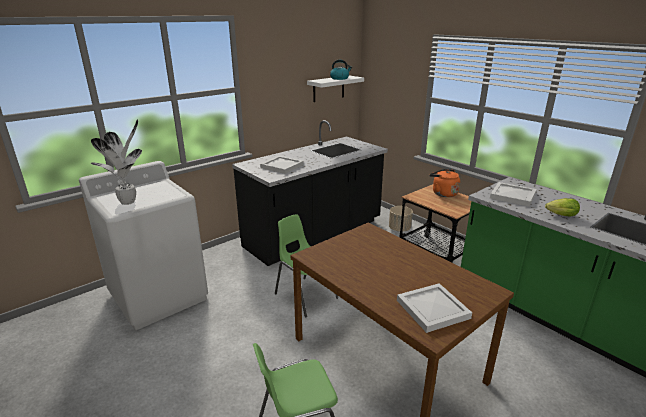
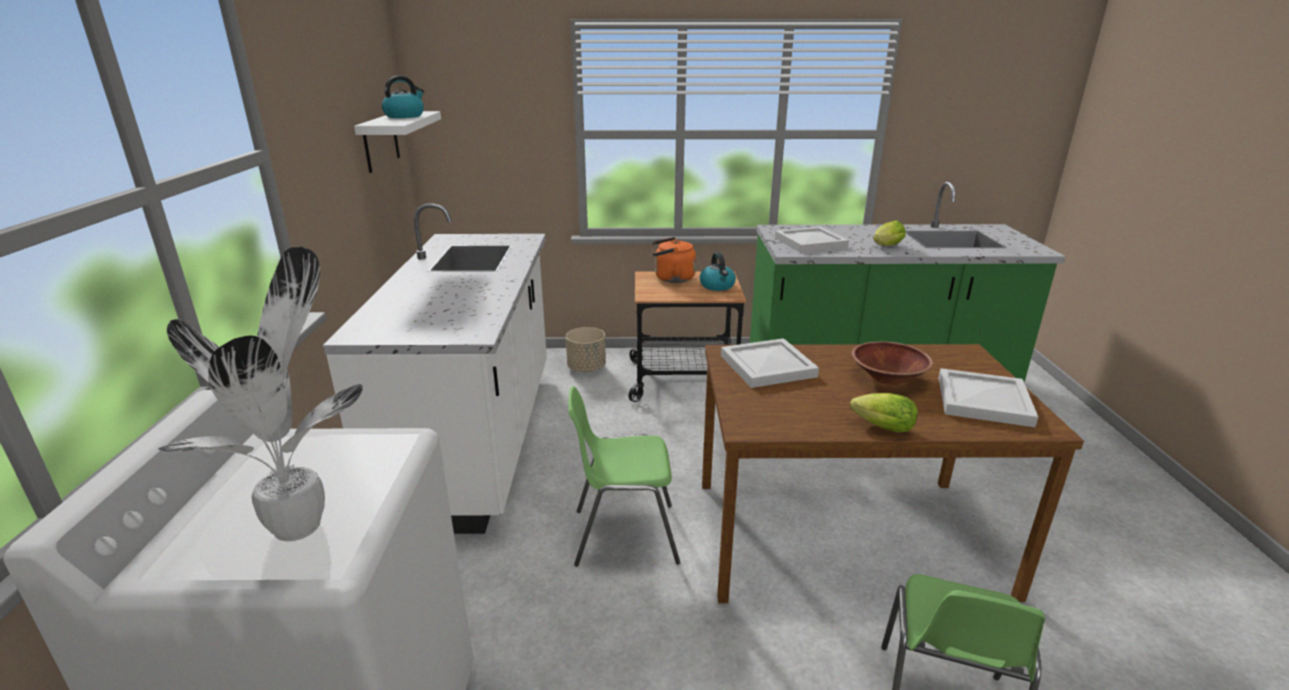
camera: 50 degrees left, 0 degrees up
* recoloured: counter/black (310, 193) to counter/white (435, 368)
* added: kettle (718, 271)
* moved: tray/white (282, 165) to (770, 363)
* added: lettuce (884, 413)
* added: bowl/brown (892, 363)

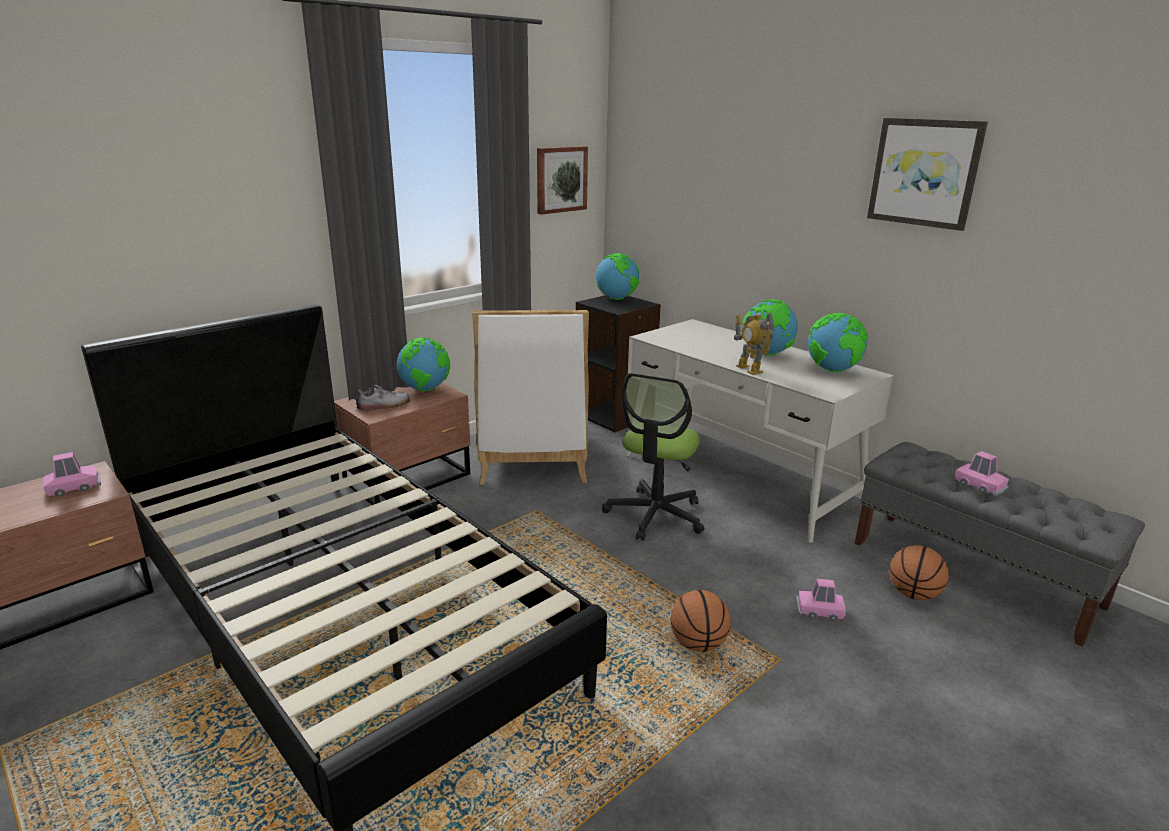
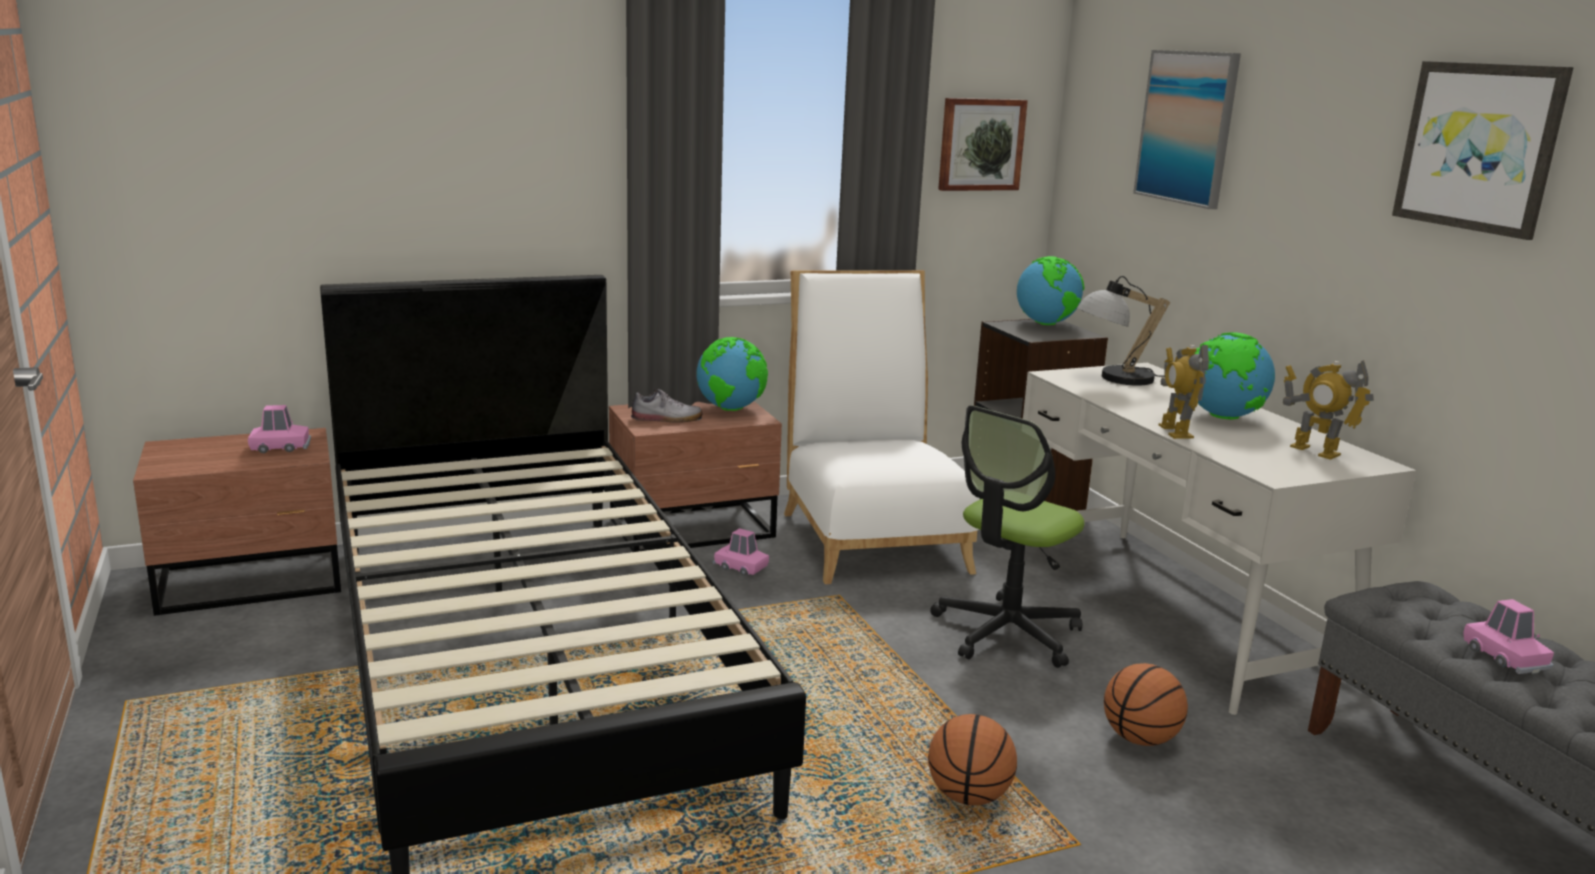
camera: 20 degrees right, 5 degrees down
* moved: toy car/pink (821, 600) to (741, 552)
* turned: chair/white (530, 397) = (882, 427) 150 degrees clockwise
* added: table lamp (1123, 331)
* moved: basketball (919, 572) to (1146, 704)
* added: picture (1187, 129)
* replaced: globe (838, 342) to toy robot (1328, 410)

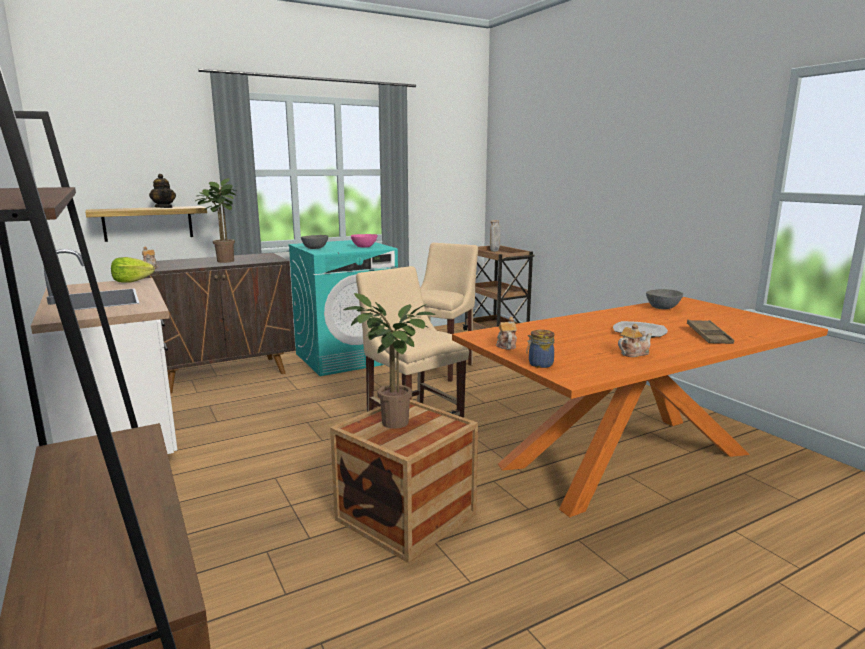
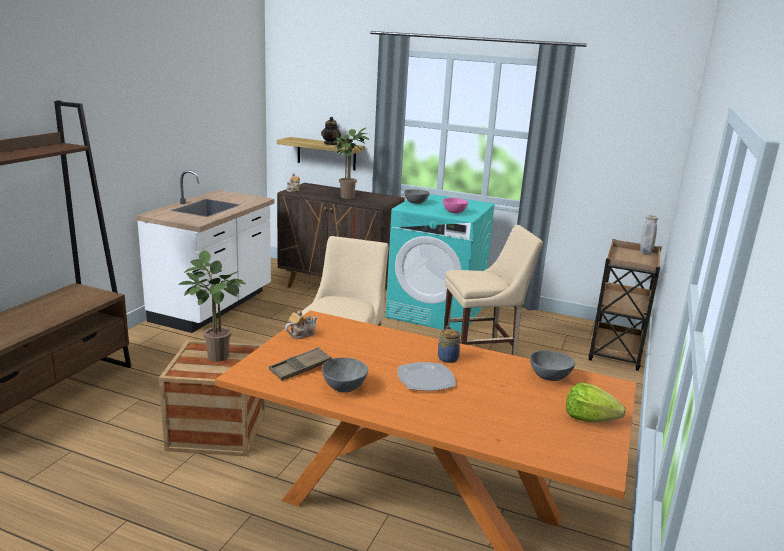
camera: 50 degrees right, 5 degrees up
* moved: tray/brown (710, 332) to (300, 363)
* replaced: teapot (635, 340) to bowl/grey (345, 375)
* moved: jar (540, 349) to (449, 346)
* moved: lettuce (133, 270) to (596, 402)

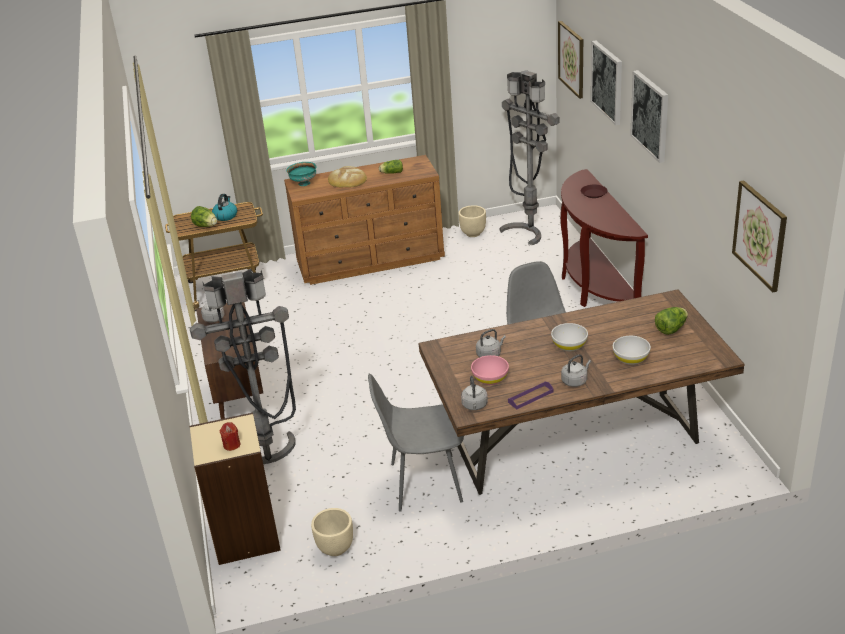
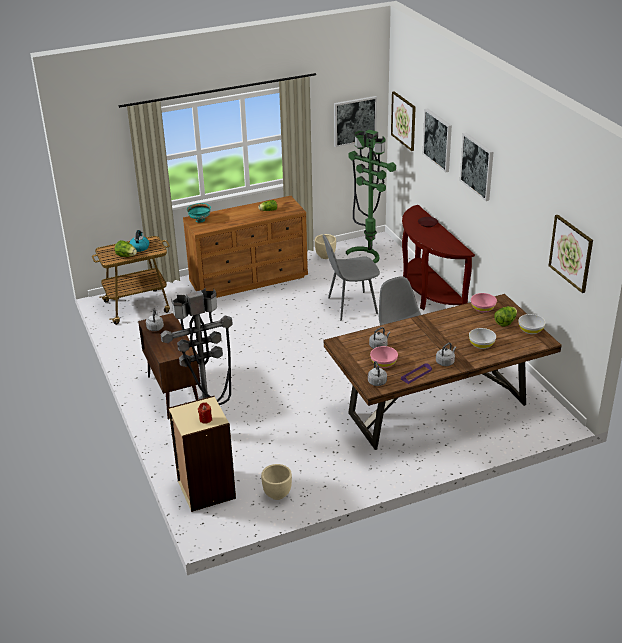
camera: 10 degrees left, 0 degrees up
* moved: chair/grey (416, 442) to (351, 277)
* added: picture (355, 121)
* recoloured: floor lamp/grey (529, 157) to floor lamp/green (371, 196)
* added: bowl/pink (484, 302)
* moved: bowl/white (569, 337) to (532, 324)
* removed: bread (347, 176)

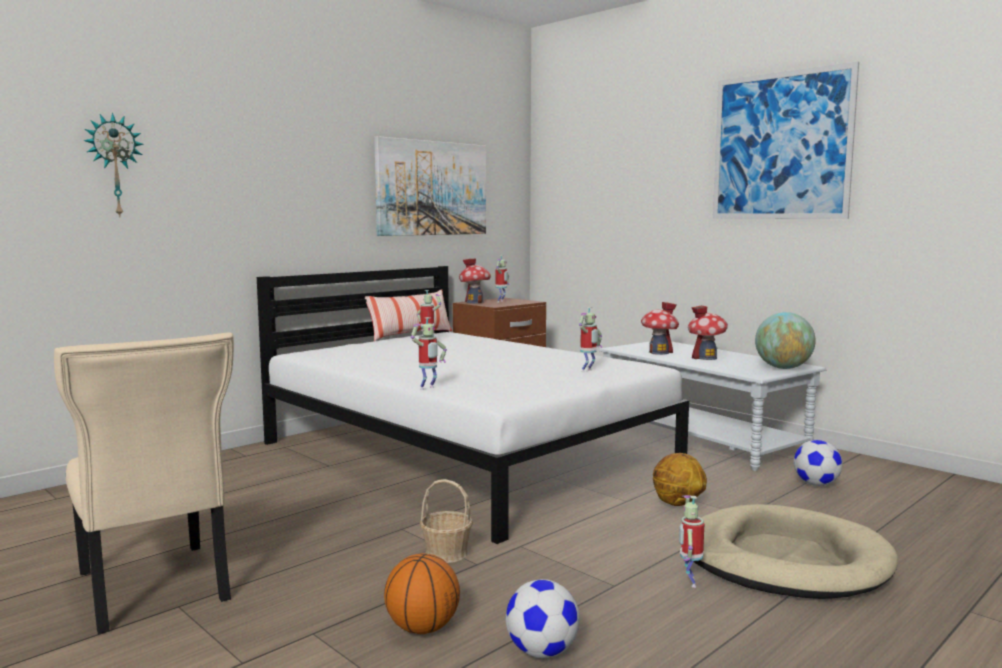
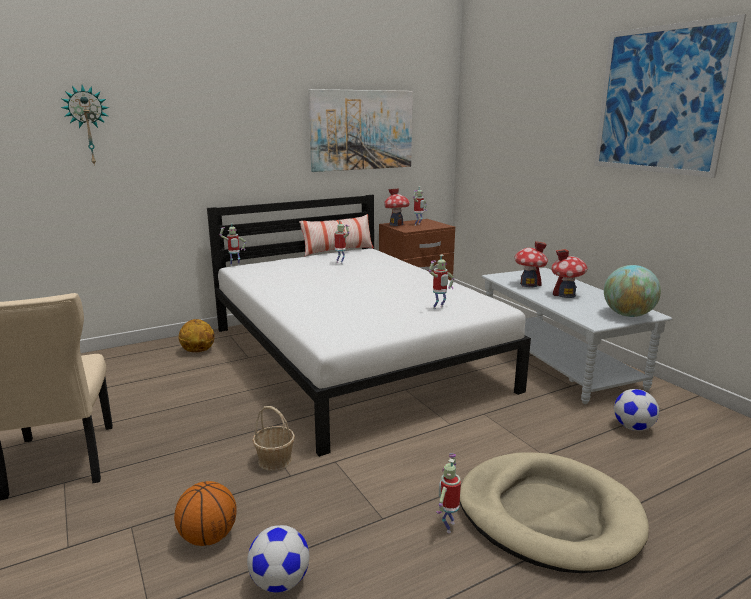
camera: 15 degrees right, 10 degrees up
* moved: basketball (680, 479) to (197, 335)
* moved: toy robot (429, 353) to (233, 244)

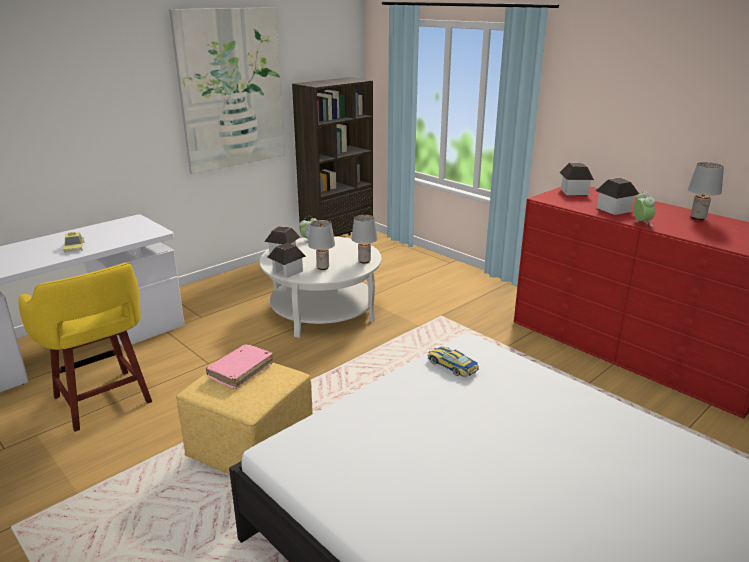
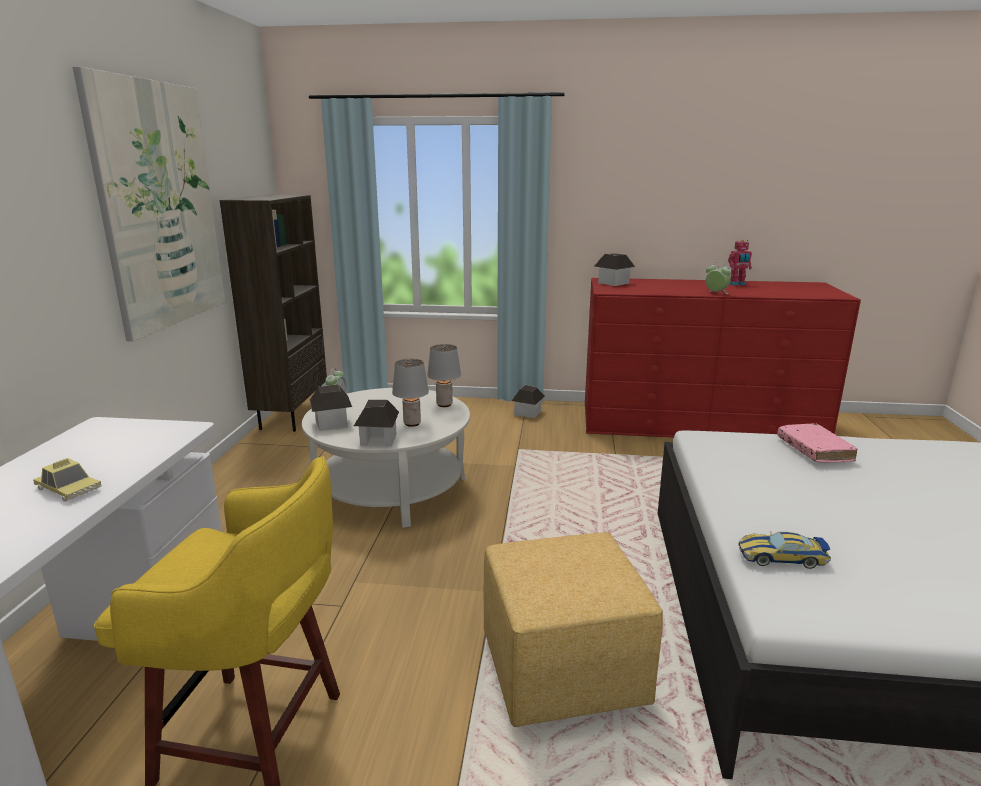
camera: 40 degrees left, 5 degrees down
* moved: toy house (617, 196) to (528, 401)
* replaced: table lamp/grey (706, 191) to toy robot (740, 262)
* moved: toy car (453, 361) to (784, 550)
* moved: book/pink (239, 367) to (817, 443)

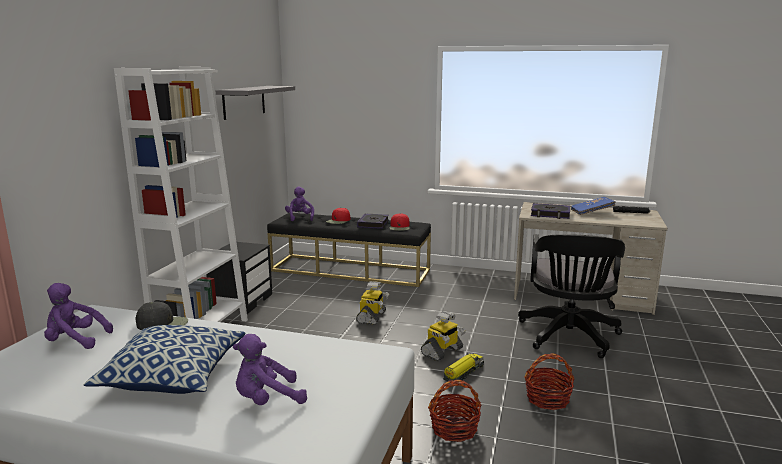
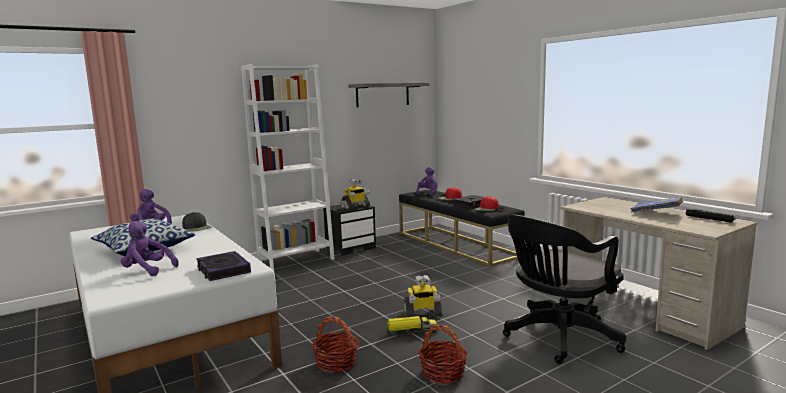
camera: 40 degrees right, 5 degrees down
* moved: book (550, 211) to (223, 266)
* moved: toy robot (372, 303) to (355, 194)

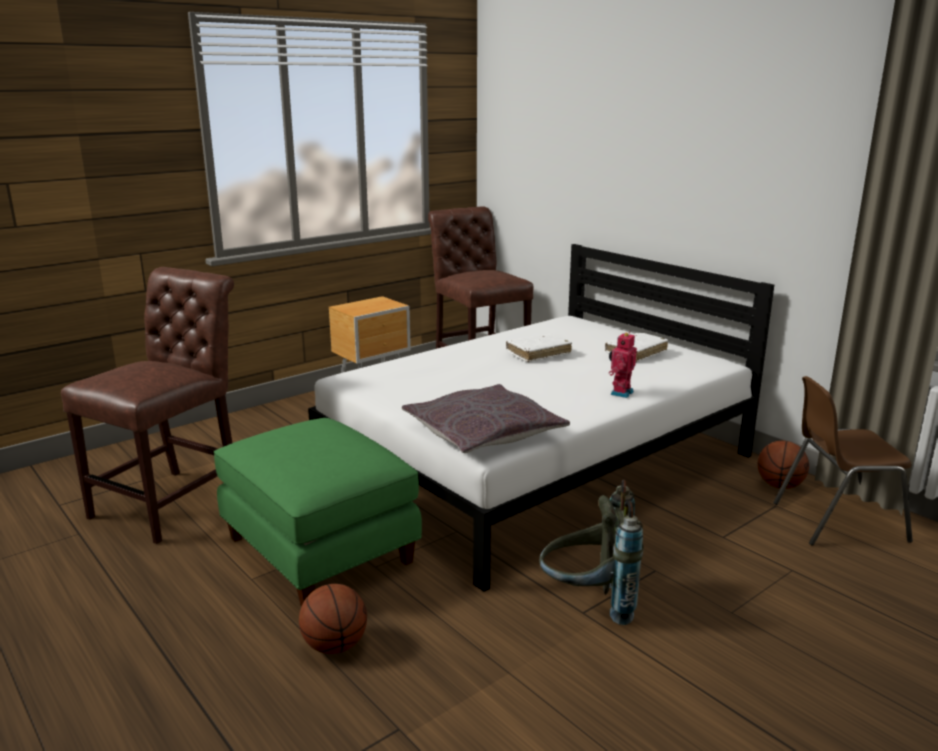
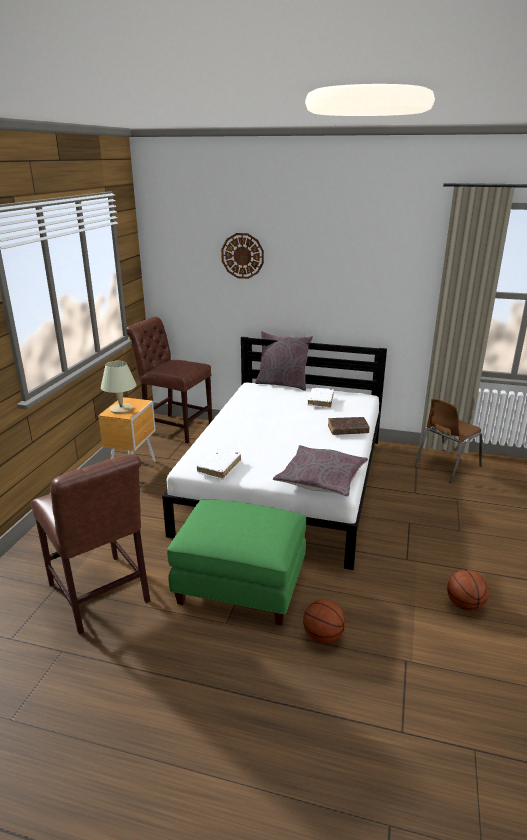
camera: 35 degrees left, 5 degrees up
* turned: chair/brown (147, 405) = (90, 544) 150 degrees clockwise
* added: table lamp/beige (119, 387)
* moved: book/white (539, 348) to (219, 464)
* added: wall clock (242, 256)
* added: pillow/grey (284, 361)
* replaced: toy robot (623, 365) to book/brown (349, 426)
* moved: basketball (783, 465) to (468, 590)
* removed: backpack/grey (591, 552)

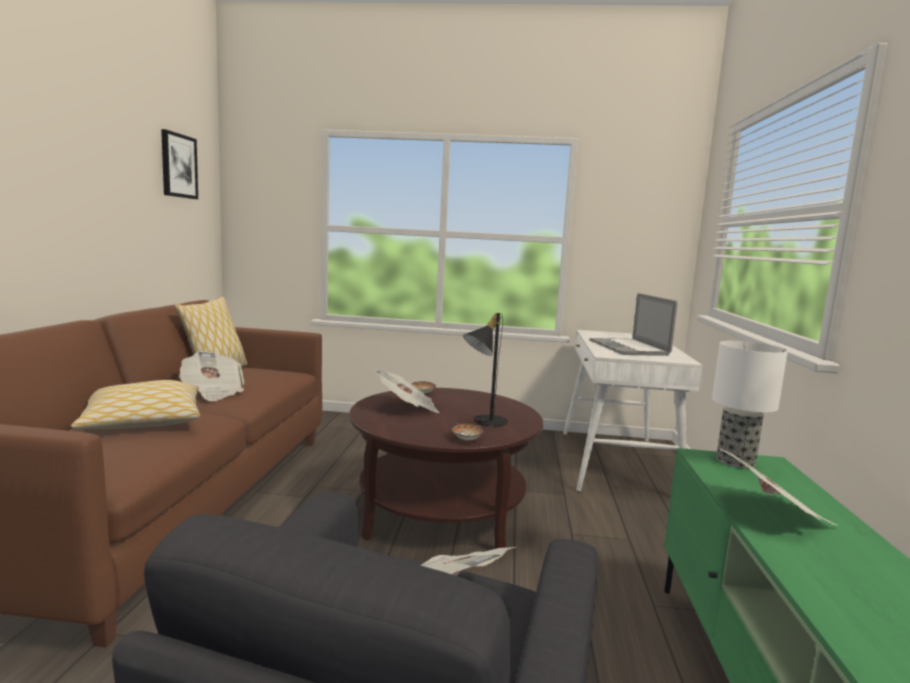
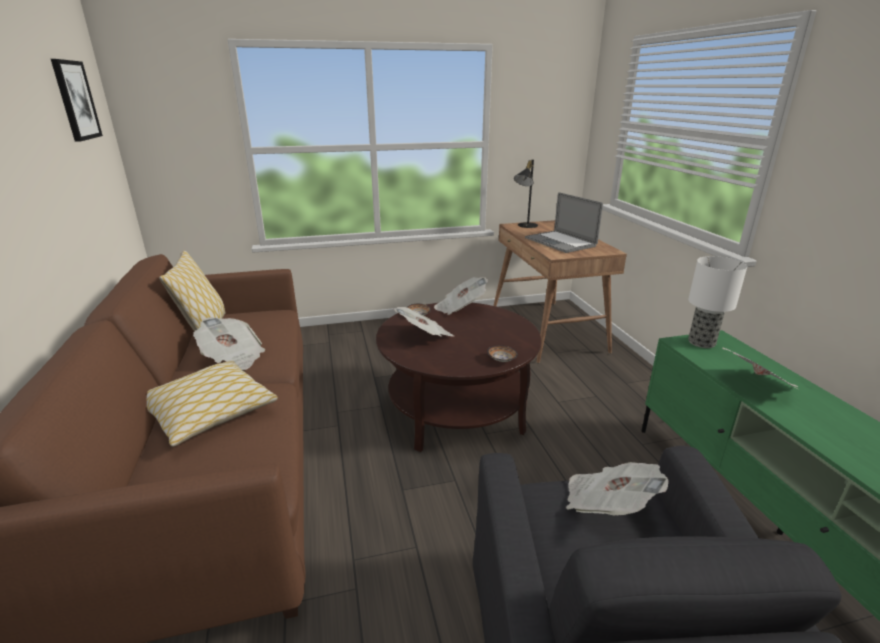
camera: 20 degrees left, 15 degrees up
* added: newspaper (461, 296)
* recoloured: desk/white (633, 411) to desk/brown (560, 291)
* moved: table lamp/black (485, 370) to (526, 194)

